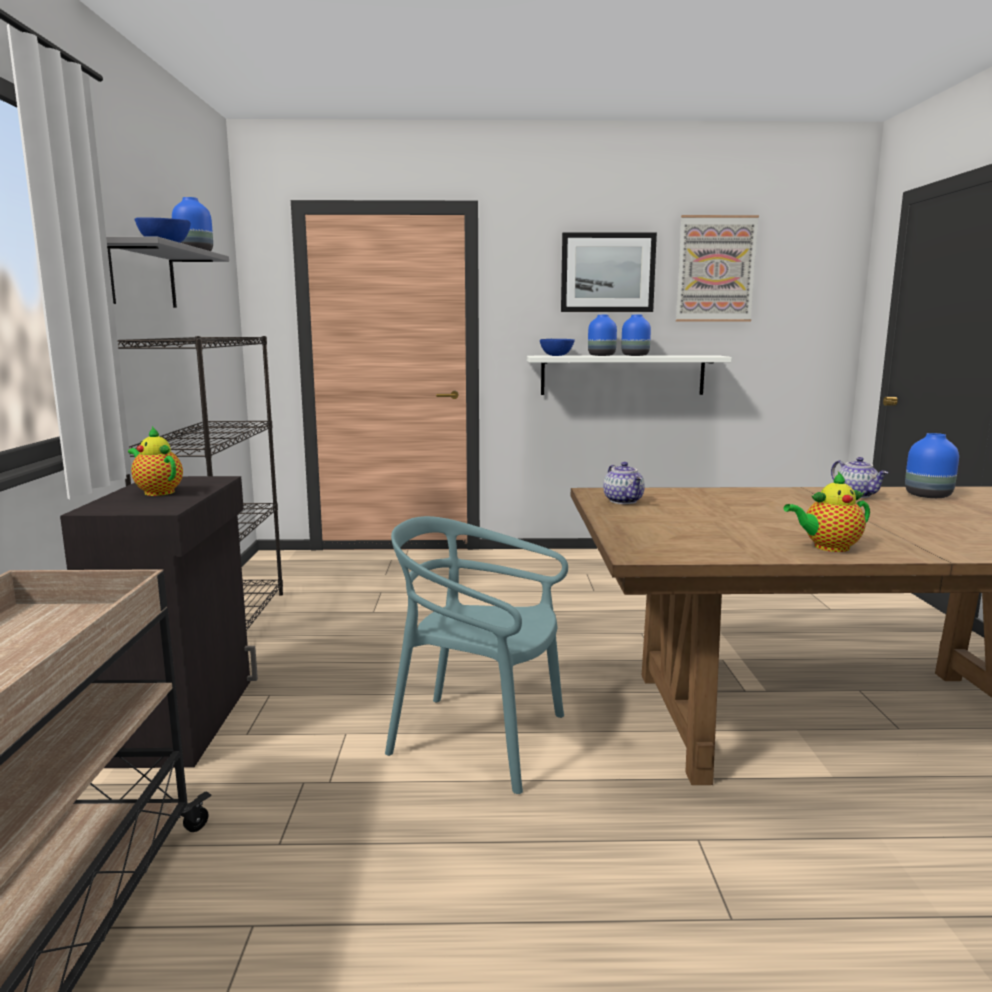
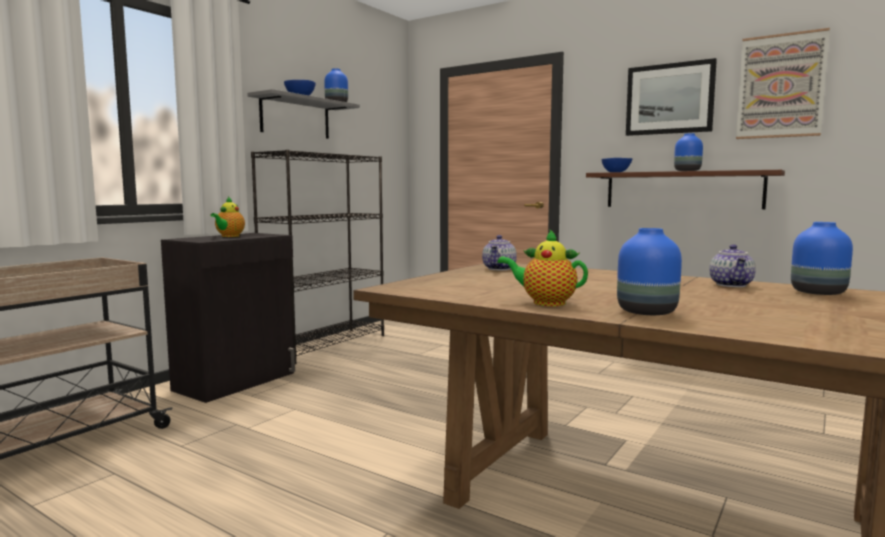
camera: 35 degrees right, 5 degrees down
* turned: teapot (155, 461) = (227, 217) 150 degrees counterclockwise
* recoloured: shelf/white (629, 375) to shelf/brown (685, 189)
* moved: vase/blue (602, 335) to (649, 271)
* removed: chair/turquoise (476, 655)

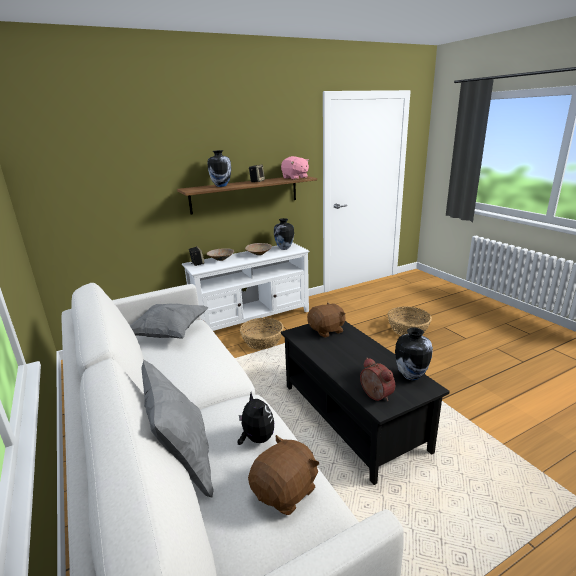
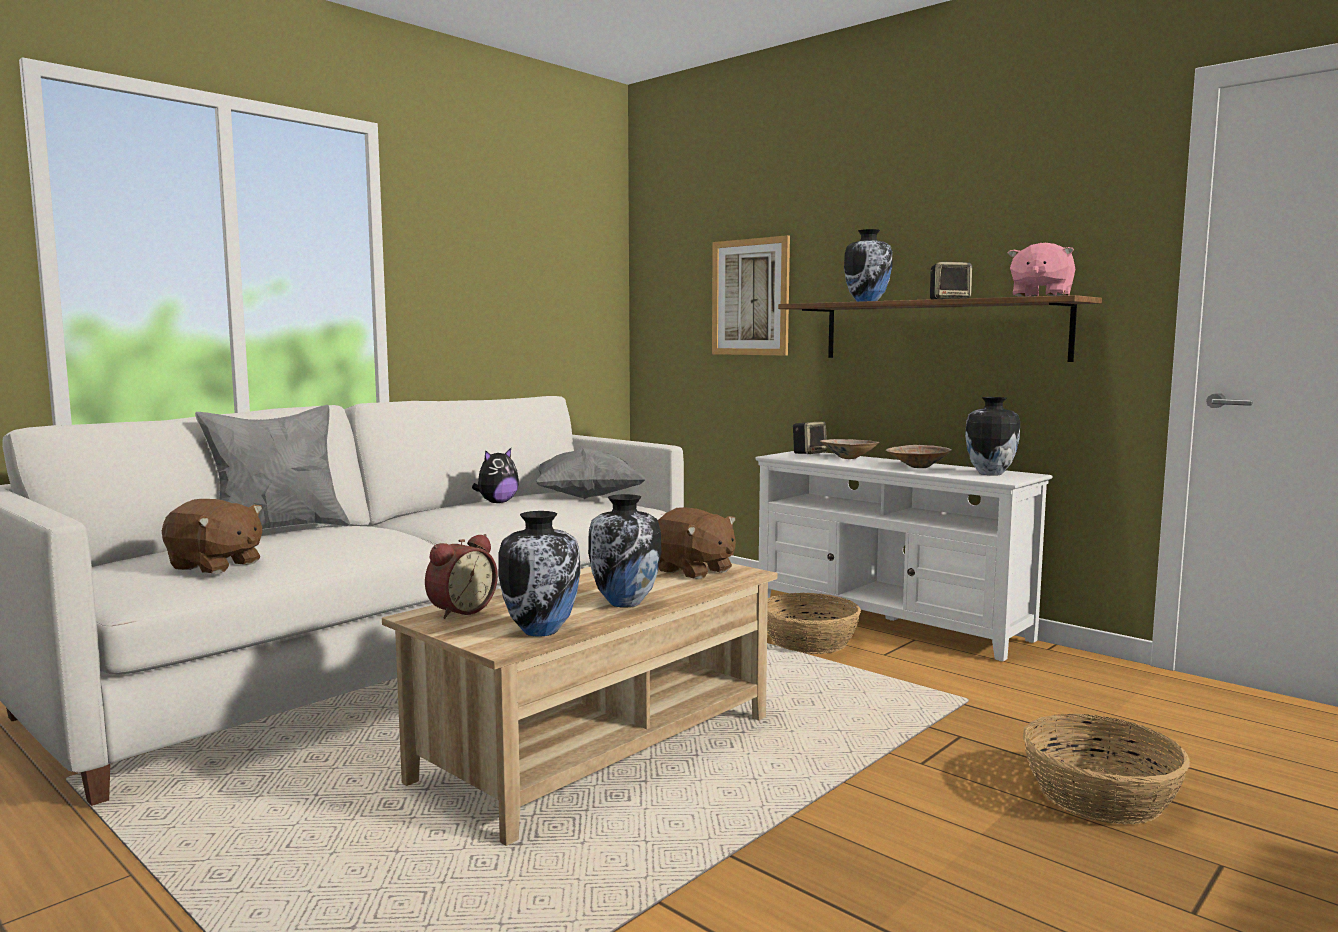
camera: 70 degrees right, 15 degrees down
* recoloured: coffee table/black (365, 403) to coffee table/beige (579, 704)
* moved: plush toy (256, 418) to (495, 475)
* added: vase (624, 551)
* added: picture (751, 295)

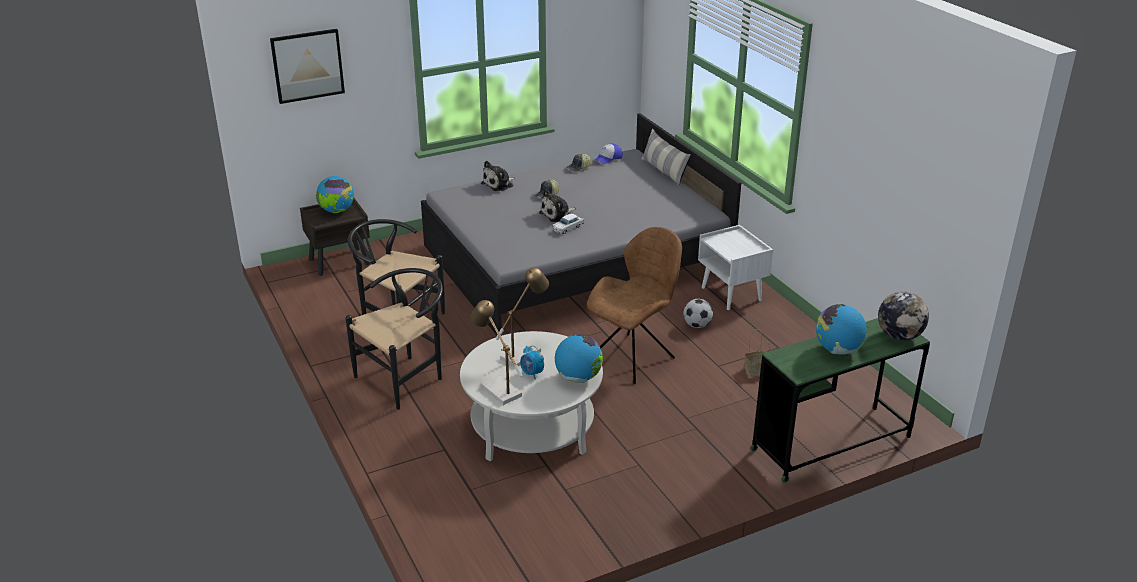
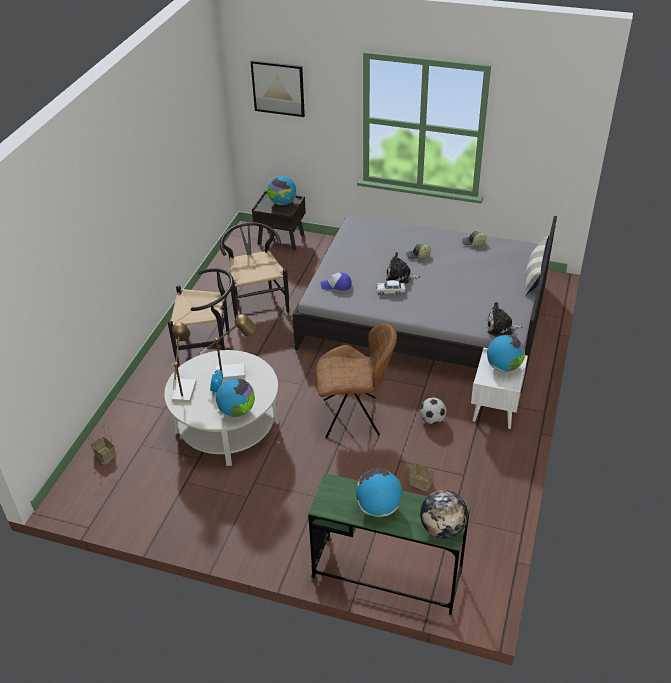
camera: 45 degrees right, 10 degrees up
* added: basket (102, 443)
* moved: cap (608, 153) to (336, 282)
* moved: plush toy (498, 176) to (505, 319)
* added: globe (506, 353)

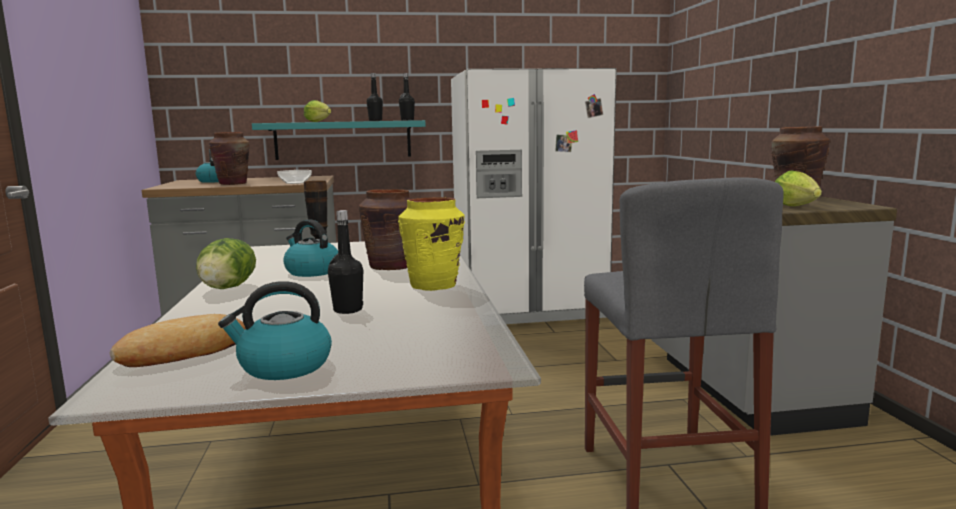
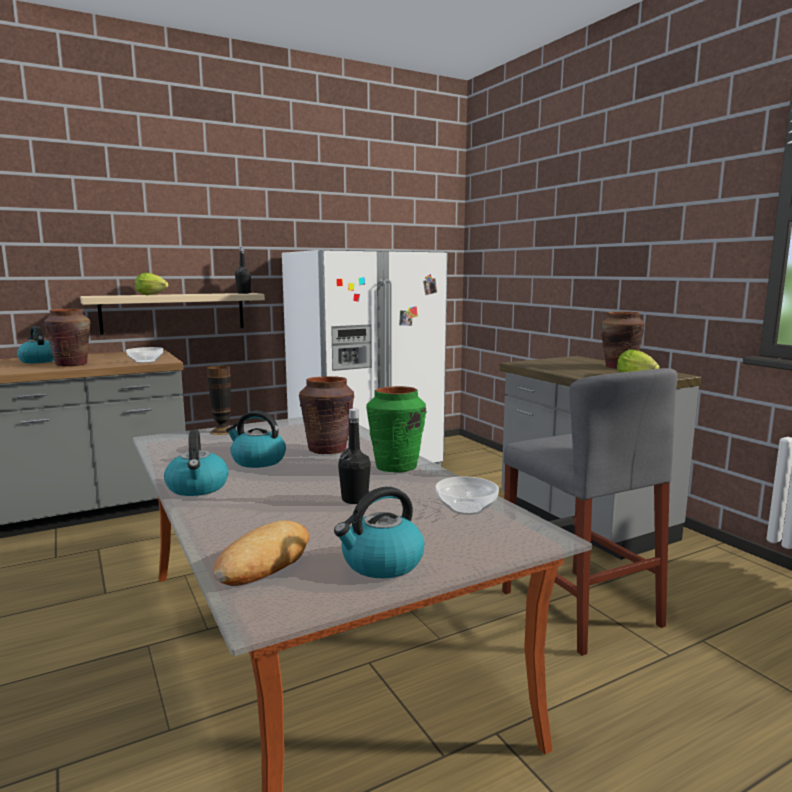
camera: 20 degrees left, 0 degrees up
* recoloured: shelf/turquoise (339, 140) to shelf/beige (172, 314)
* replaced: lettuce (226, 263) to kettle (196, 463)
* recoloured: vase/yellow (431, 244) to vase/green (396, 429)
* added: bowl (467, 495)
* removed: bottle/black (375, 97)

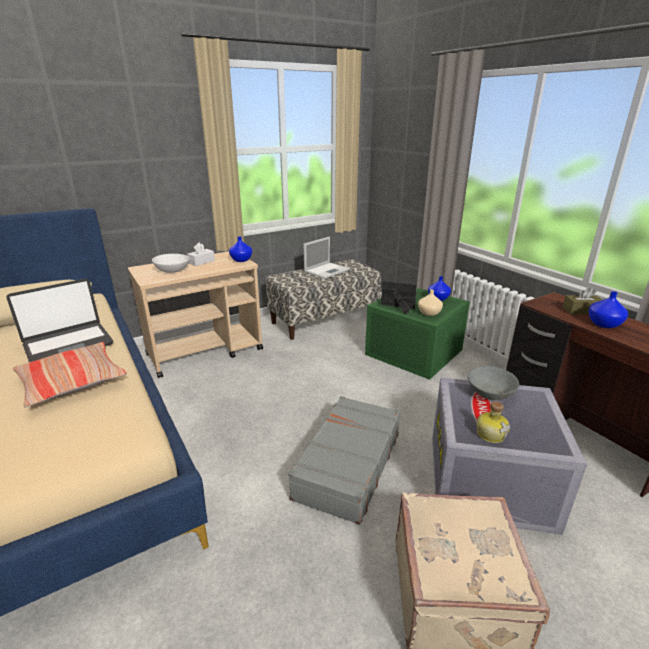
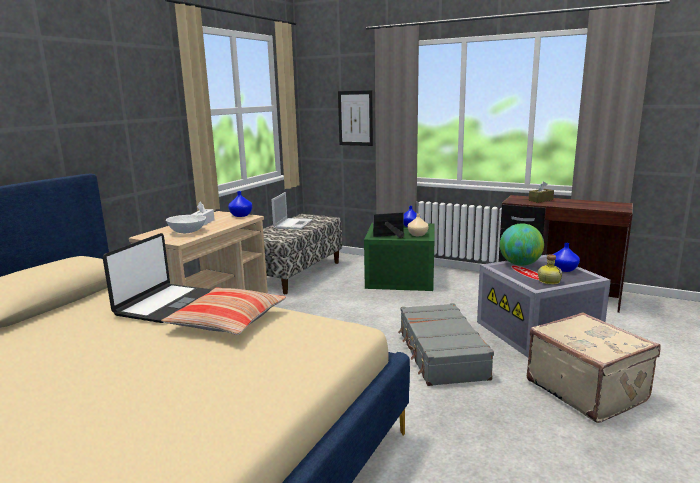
camera: 30 degrees left, 10 degrees down
* added: picture (355, 118)
* replaced: bowl/grey (493, 383) to globe (522, 244)
* moved: vase/blue (608, 309) to (566, 257)

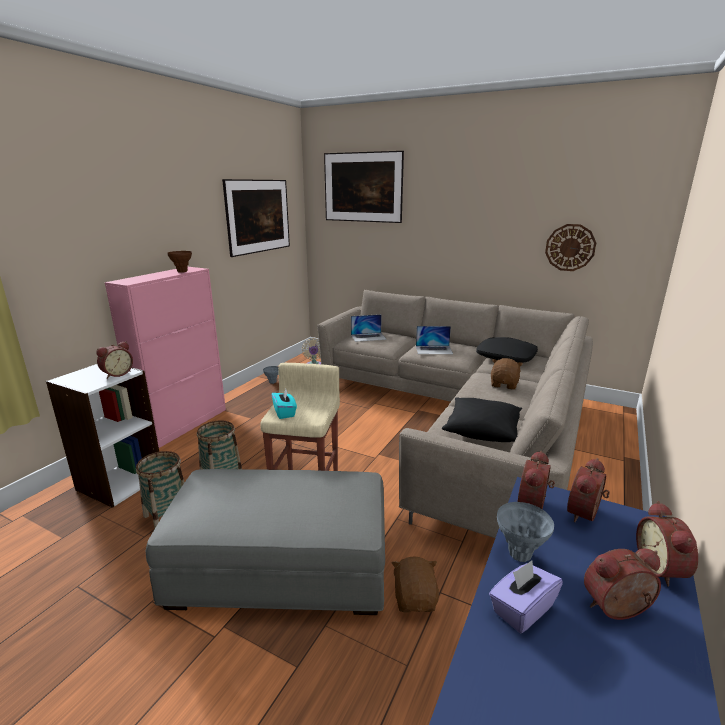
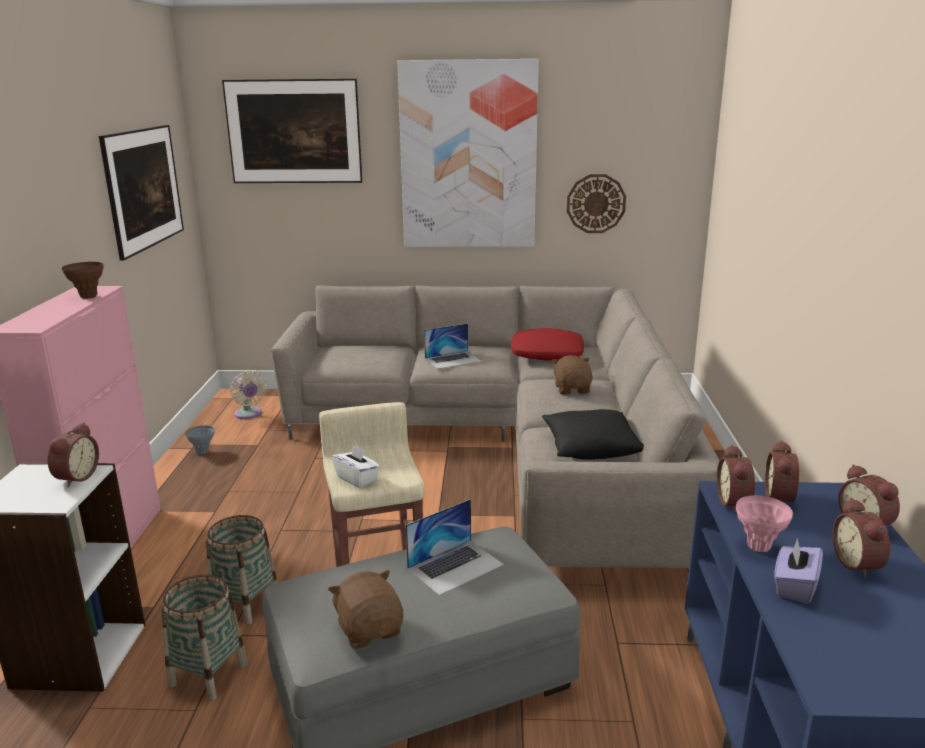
camera: 25 degrees left, 0 degrees up
* moved: plush toy/brown (415, 584) to (366, 609)
* recoloured: tissue box/turquoise (284, 404) to tissue box/white (356, 466)
* added: picture (468, 153)
* moved: laptop (369, 328) to (455, 547)
* recoloured: pillow/black (507, 350) to pillow/red (547, 344)
* recoloured: vase/grey (525, 532) to vase/pink (764, 523)
* turned: alarm clock (622, 584) = (861, 538) 60 degrees counterclockwise

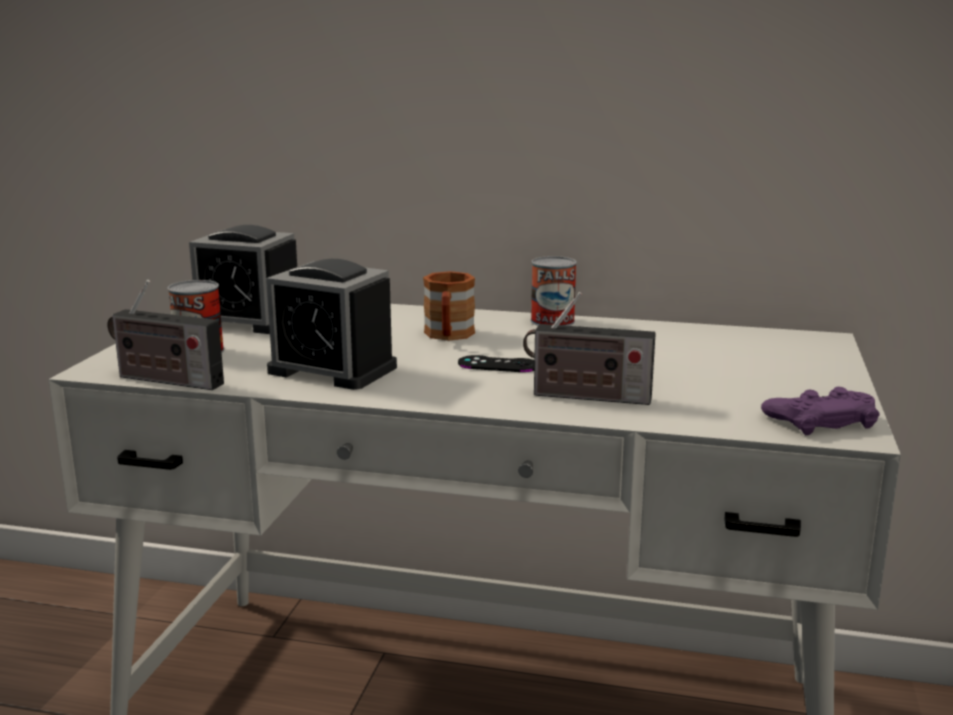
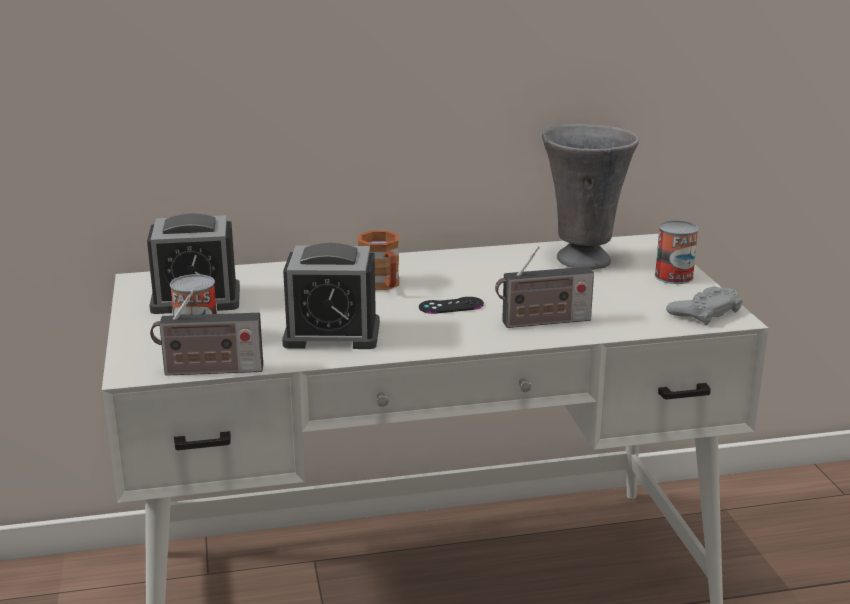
camera: 25 degrees left, 5 degrees up
* added: vase/grey (590, 197)
* moved: can (553, 291) to (677, 252)
* recoloured: game controller/purple (820, 411) to game controller/grey (704, 306)

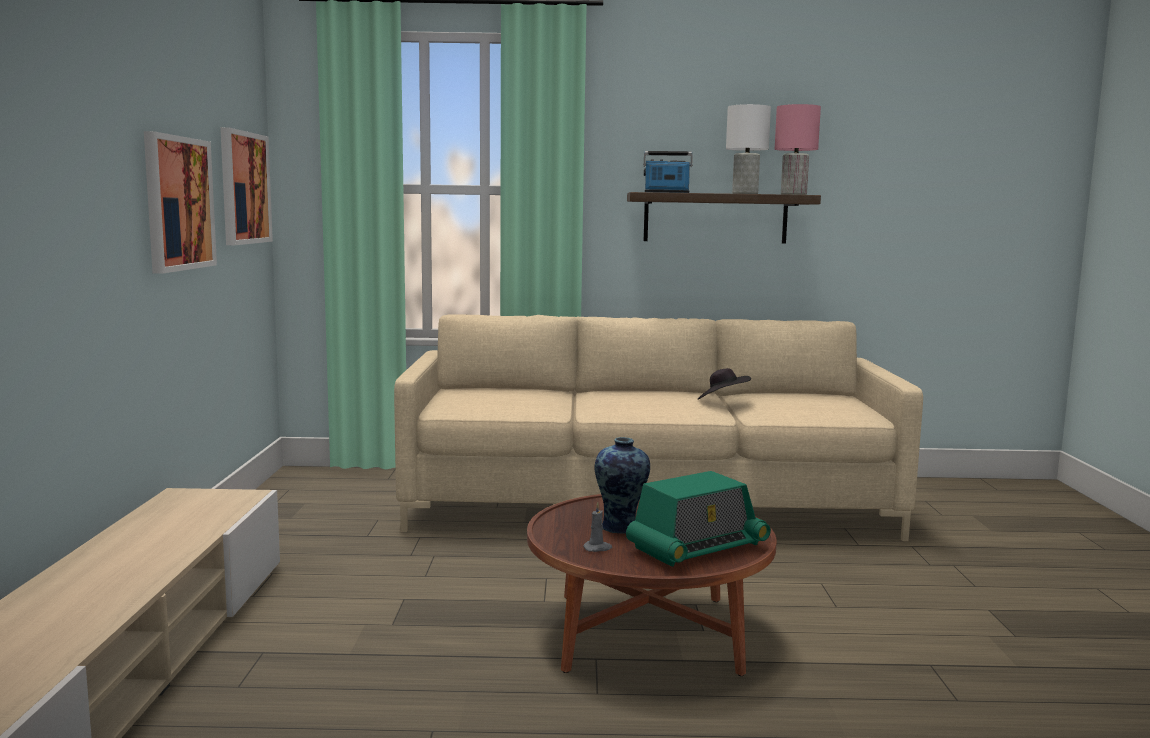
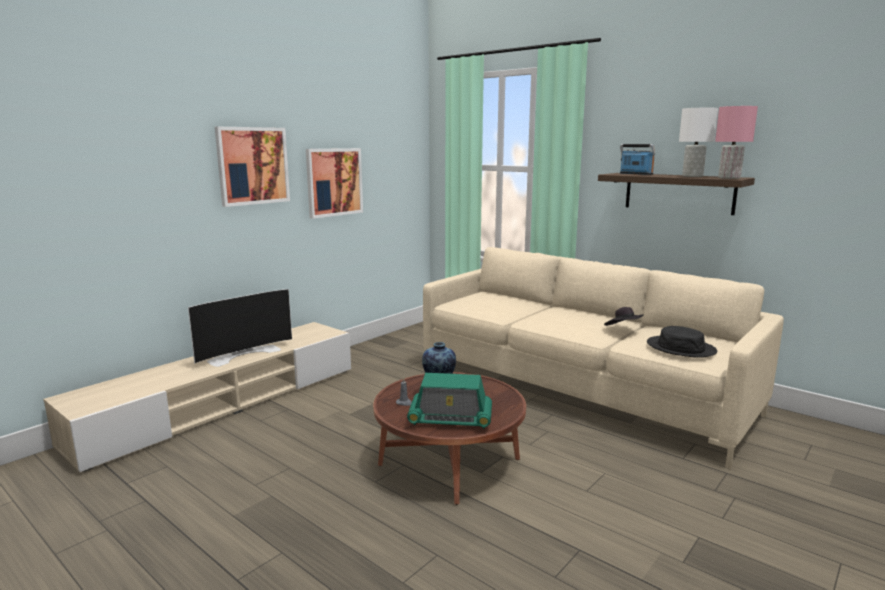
camera: 40 degrees right, 5 degrees up
* added: television (240, 328)
* moved: picture (246, 186) to (252, 167)
* added: hat/black (682, 342)

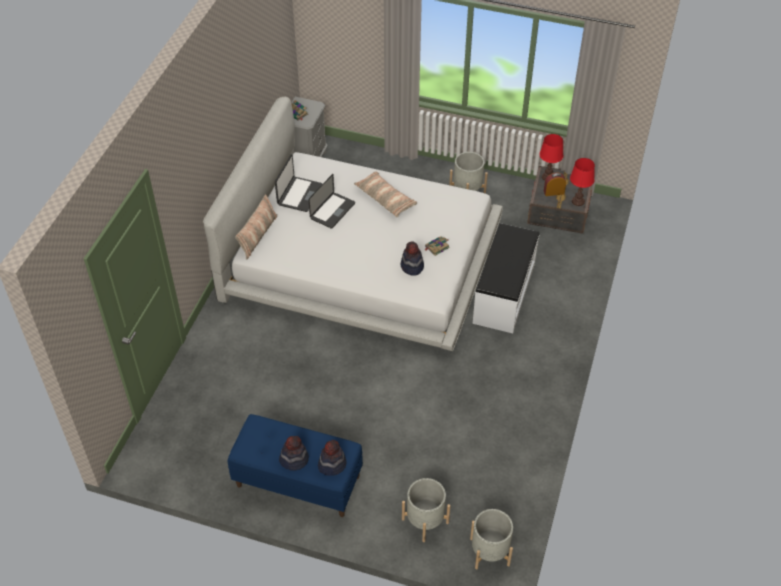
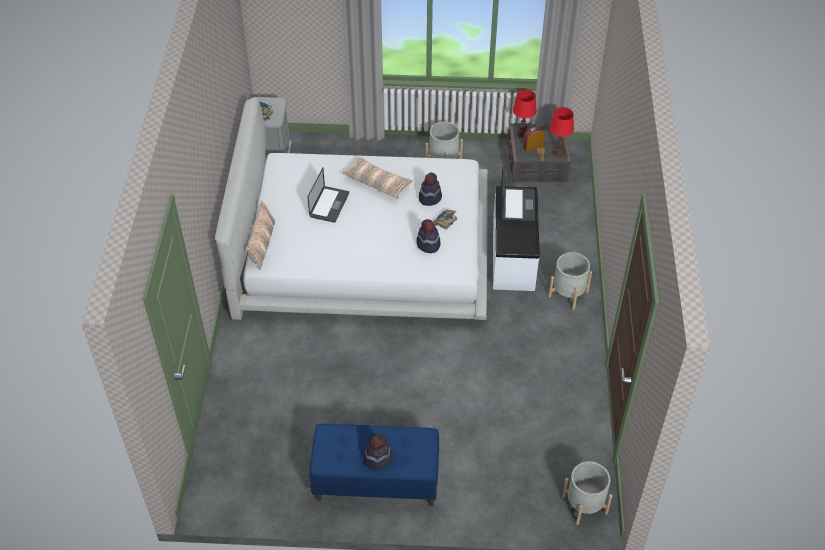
camera: 15 degrees left, 0 degrees up
* moved: hat (332, 458) to (430, 189)
* moved: laptop (298, 183) to (517, 193)
* moved: planter/grey (426, 510) to (570, 281)

